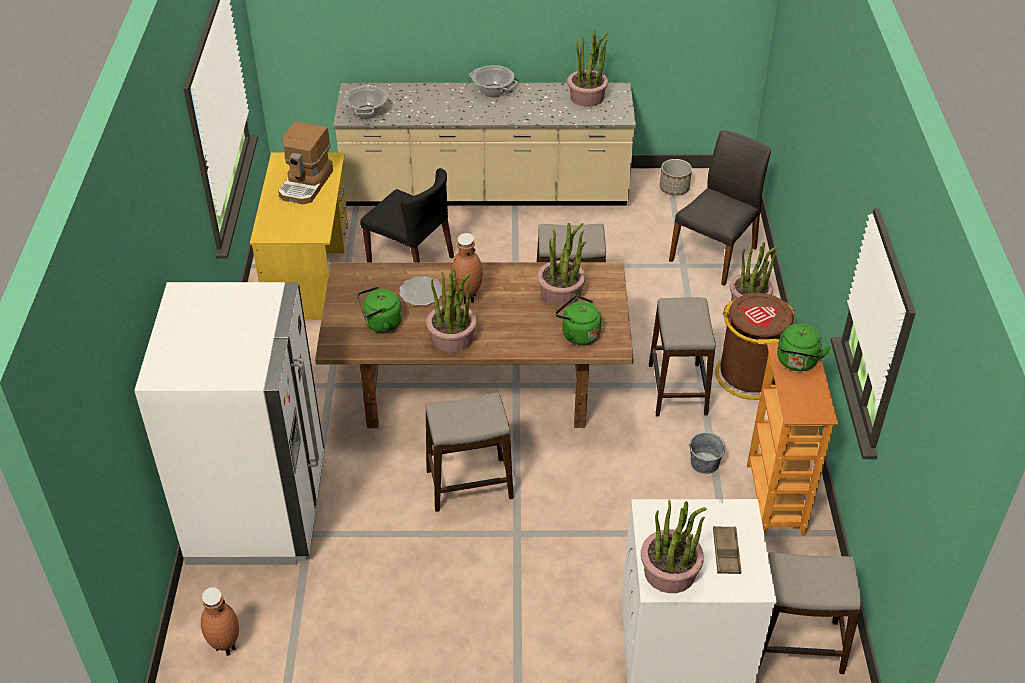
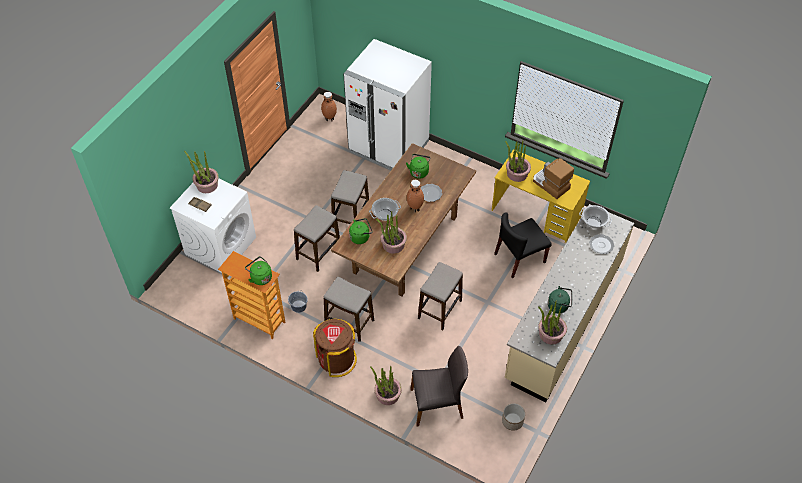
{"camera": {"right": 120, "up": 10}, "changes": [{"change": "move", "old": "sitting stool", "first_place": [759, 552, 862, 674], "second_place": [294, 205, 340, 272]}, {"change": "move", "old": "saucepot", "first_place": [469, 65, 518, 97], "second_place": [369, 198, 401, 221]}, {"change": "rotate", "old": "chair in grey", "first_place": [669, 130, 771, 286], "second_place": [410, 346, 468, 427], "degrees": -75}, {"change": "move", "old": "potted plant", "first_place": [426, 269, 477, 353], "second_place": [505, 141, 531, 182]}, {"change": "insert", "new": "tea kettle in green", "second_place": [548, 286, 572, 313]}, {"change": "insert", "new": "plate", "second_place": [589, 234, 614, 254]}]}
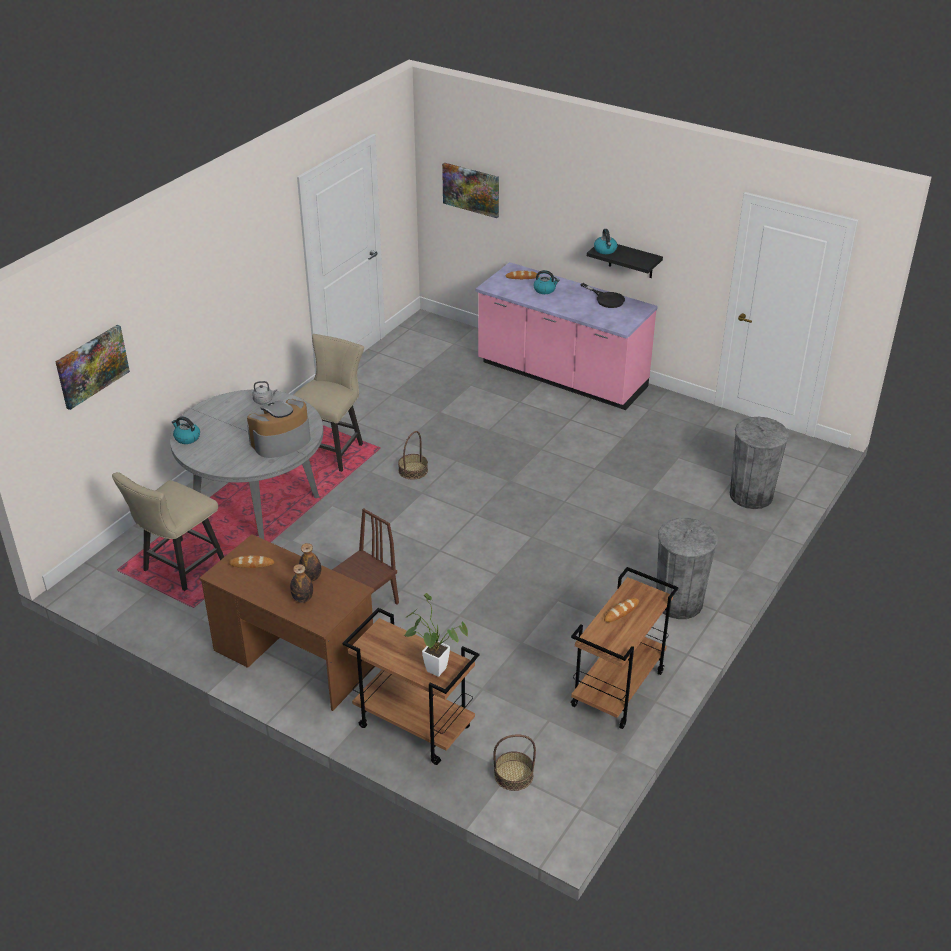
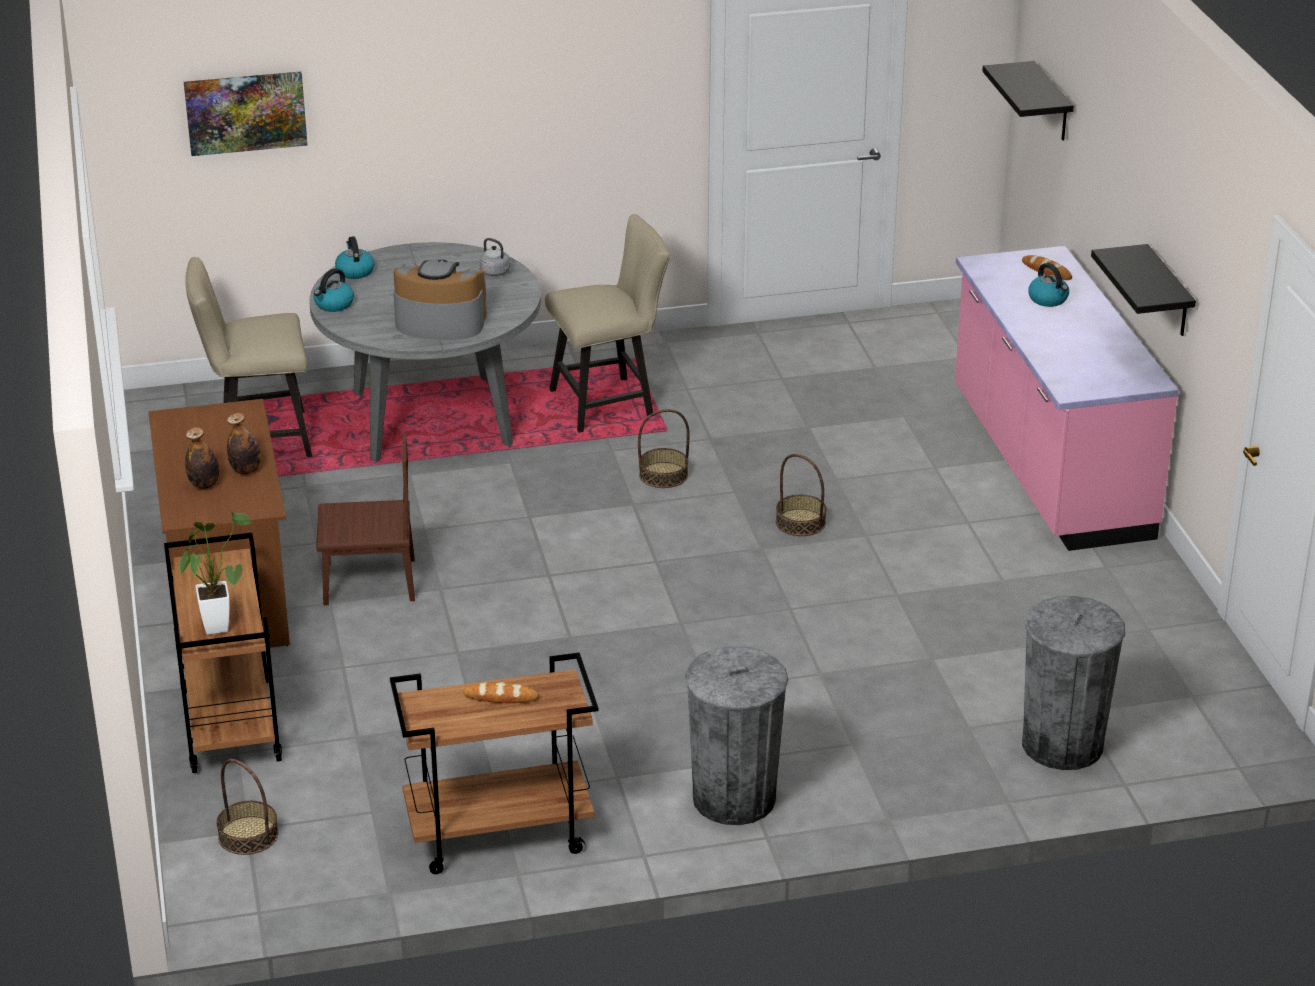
{"camera": {"right": 45, "up": -5}, "changes": [{"change": "move", "old": "tea kettle", "first_place": [594, 229, 617, 254], "second_place": [314, 269, 354, 312]}, {"change": "insert", "new": "household basket", "second_place": [776, 454, 827, 536]}, {"change": "replace", "old": "wall art", "new": "wall shelf in black-coloured", "first_place": [442, 162, 499, 218], "second_place": [982, 61, 1074, 140]}, {"change": "delete", "old": "bakery bread", "first_place": [229, 555, 274, 568]}, {"change": "delete", "old": "skillet in black-coloured", "first_place": [580, 283, 625, 308]}]}
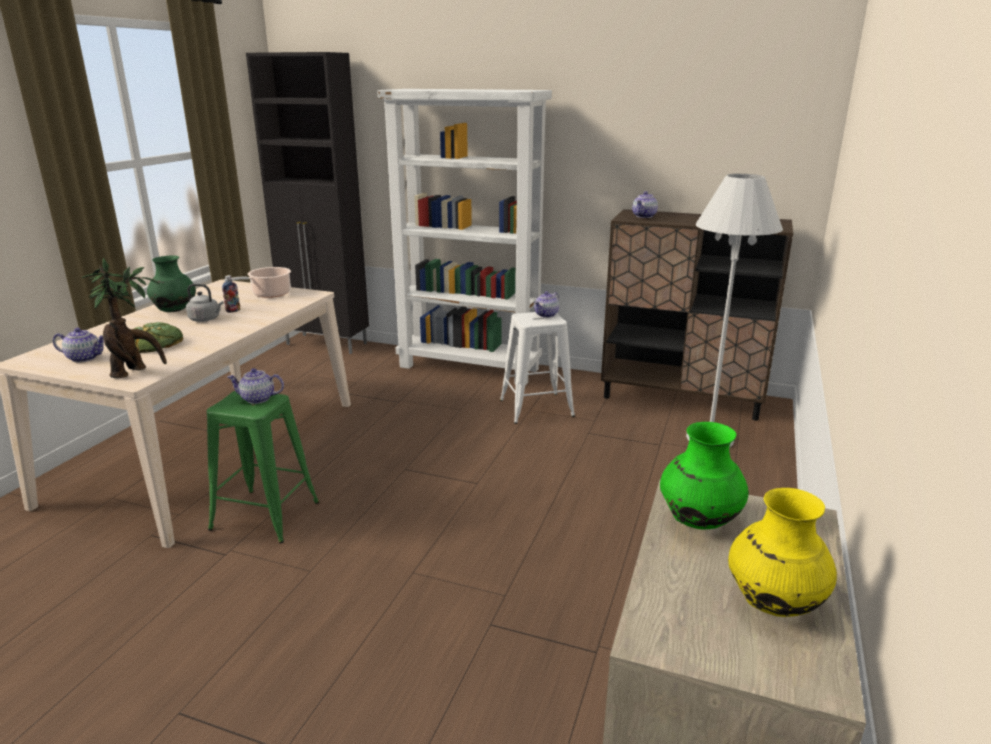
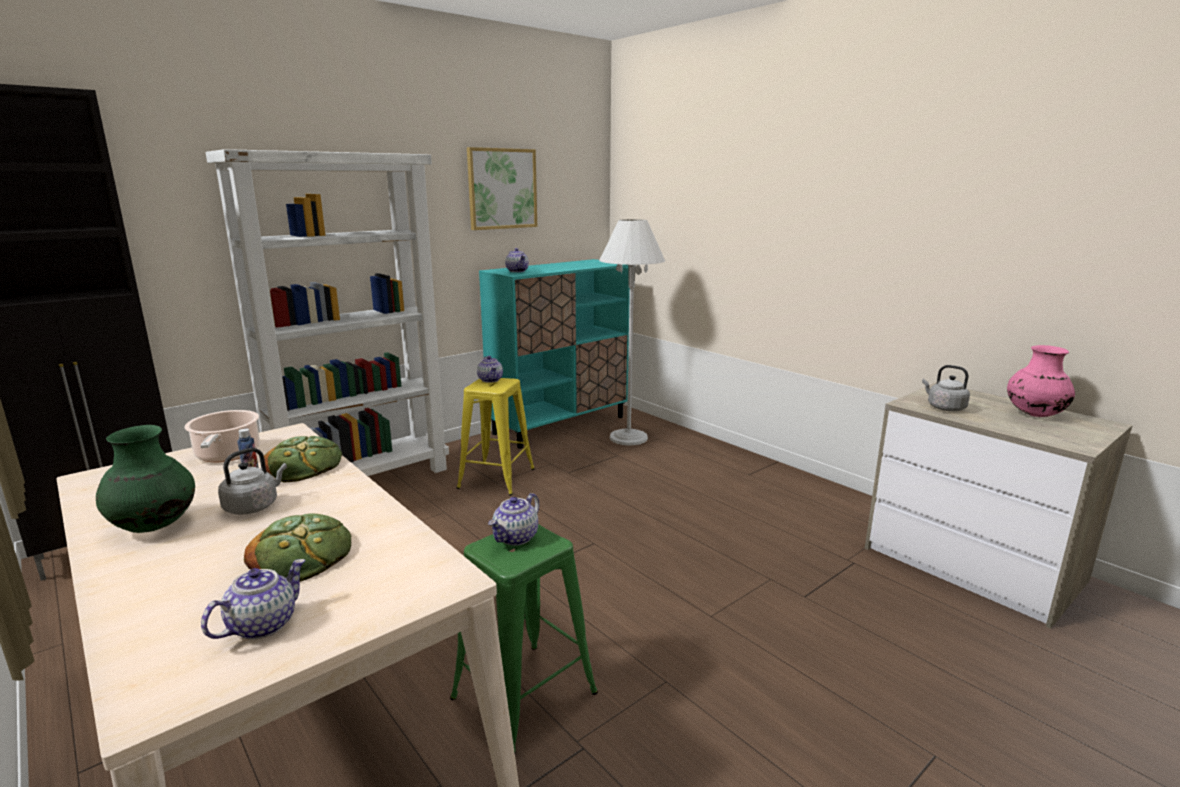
{"camera": {"right": -60, "up": -5}, "changes": [{"change": "insert", "new": "bakery bread", "second_place": [264, 436, 342, 482]}, {"change": "recolor", "old": "sitting stool in whitish", "new": "sitting stool in yellowish", "first_place": [500, 312, 575, 424], "second_place": [457, 378, 535, 496]}, {"change": "insert", "new": "wall art", "second_place": [467, 147, 537, 230]}, {"change": "recolor", "old": "storage cabinet in brown-coloured", "new": "storage cabinet in turquoise-coloured", "first_place": [601, 209, 793, 421], "second_place": [479, 259, 630, 448]}, {"change": "replace", "old": "vase in green", "new": "tea kettle in grey", "first_place": [660, 422, 748, 530], "second_place": [922, 365, 970, 411]}, {"change": "recolor", "old": "vase in yellowish", "new": "vase in pinkish", "first_place": [728, 488, 837, 617], "second_place": [1007, 345, 1075, 417]}, {"change": "delete", "old": "potted plant", "first_place": [82, 258, 167, 378]}]}
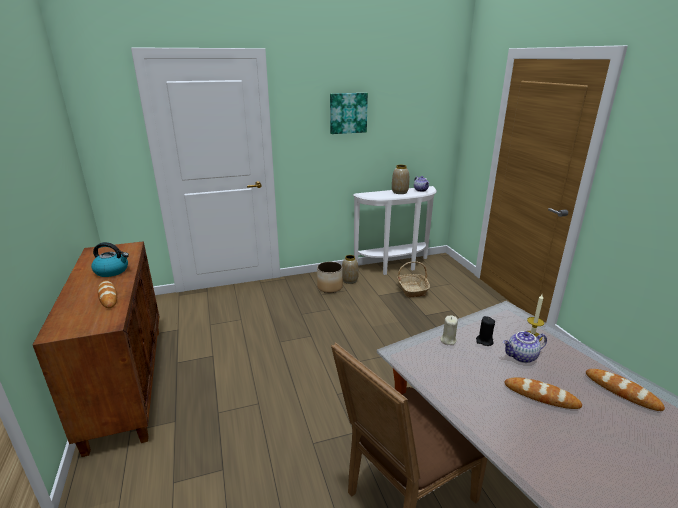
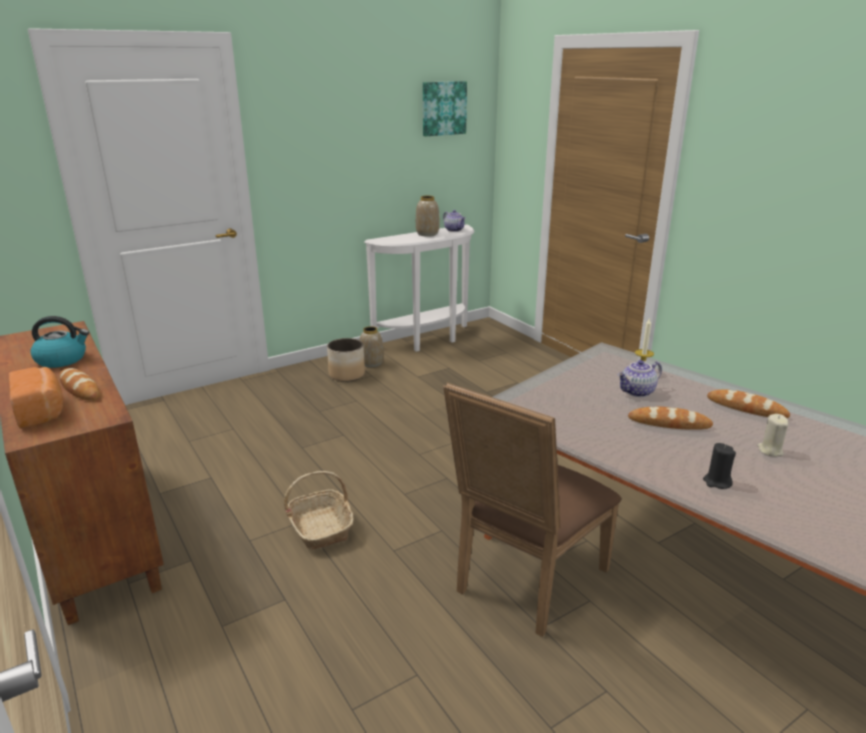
{"camera": {"right": -15, "up": 0}, "changes": [{"change": "insert", "new": "bakery bread", "second_place": [9, 367, 63, 428]}, {"change": "move", "old": "household basket", "first_place": [397, 261, 430, 297], "second_place": [284, 471, 354, 550]}, {"change": "move", "old": "wall art", "first_place": [330, 93, 368, 134], "second_place": [423, 81, 467, 136]}, {"change": "move", "old": "wax light in black-coloured", "first_place": [476, 316, 495, 346], "second_place": [703, 443, 736, 489]}, {"change": "move", "old": "wax light in beige", "first_place": [440, 316, 458, 345], "second_place": [757, 414, 789, 457]}]}
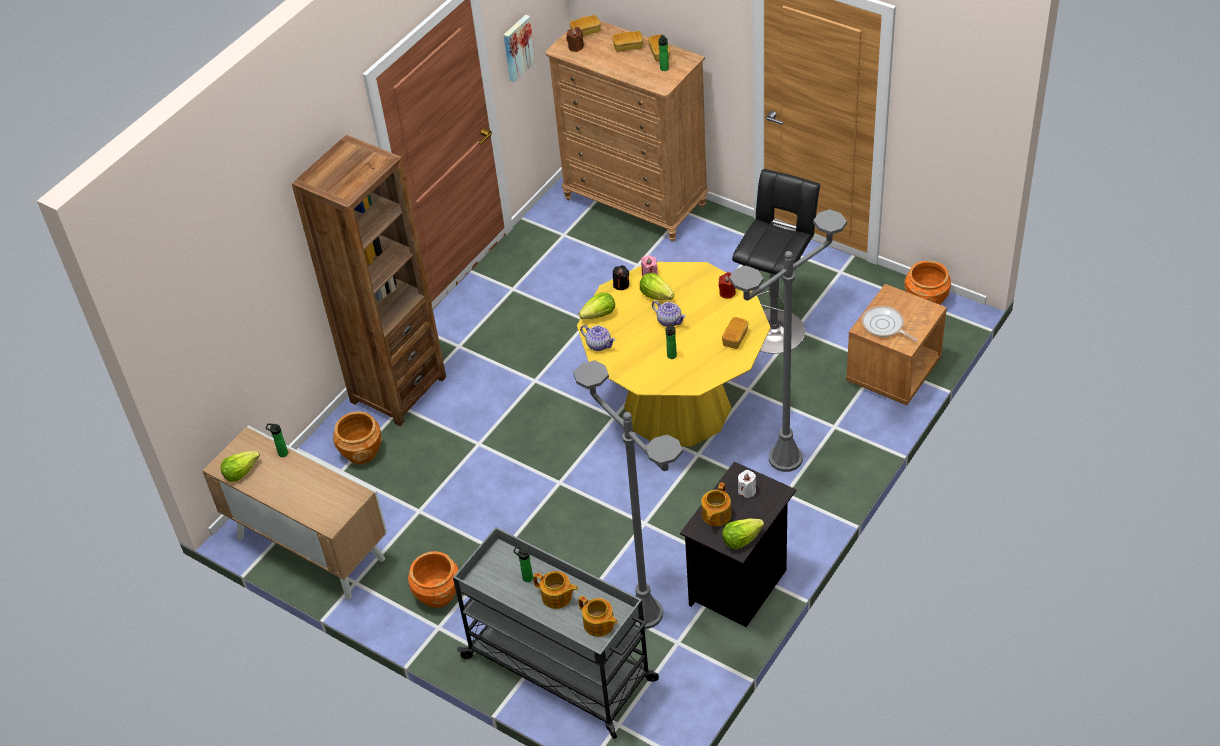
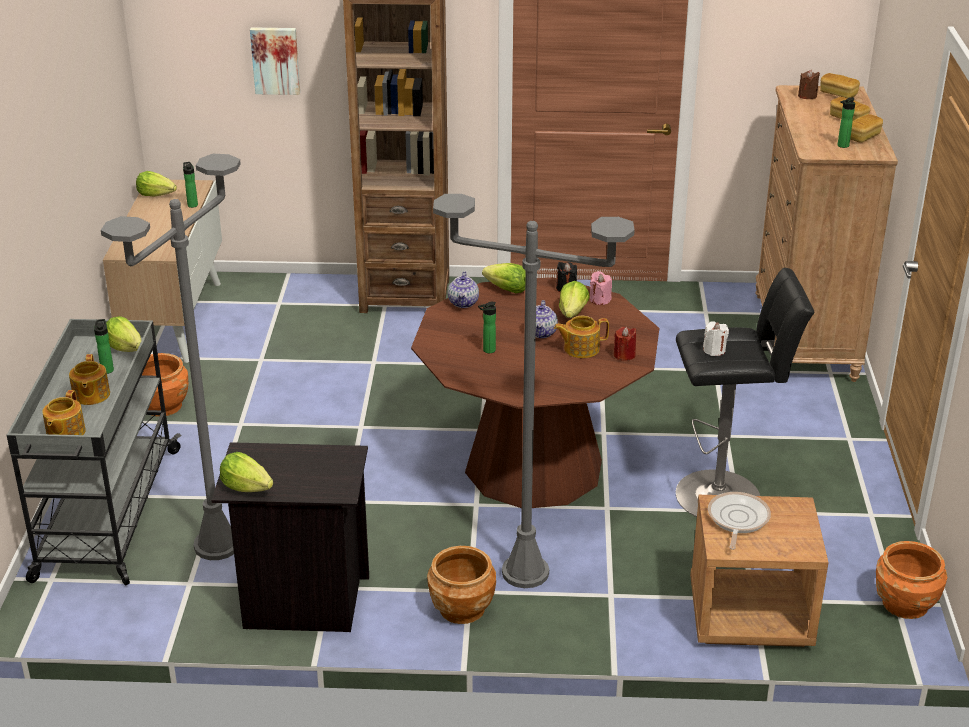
{"camera": {"right": 55, "up": -15}, "changes": [{"change": "insert", "new": "head of lettuce", "second_place": [106, 316, 141, 352]}, {"change": "move", "old": "wall art", "first_place": [504, 15, 536, 82], "second_place": [250, 27, 300, 95]}, {"change": "recolor", "old": "dinner table in yellowish", "new": "dinner table in brown-coloured", "first_place": [577, 262, 771, 447], "second_place": [411, 277, 659, 508]}, {"change": "move", "old": "flower pot in brown-coloured", "first_place": [333, 411, 382, 464], "second_place": [427, 546, 496, 624]}, {"change": "move", "old": "pot for tea", "first_place": [701, 482, 731, 526], "second_place": [554, 316, 609, 358]}, {"change": "move", "old": "wax light in whitish", "first_place": [738, 470, 756, 498], "second_place": [703, 321, 729, 356]}, {"change": "delete", "old": "bakery bread", "first_place": [722, 317, 749, 349]}]}
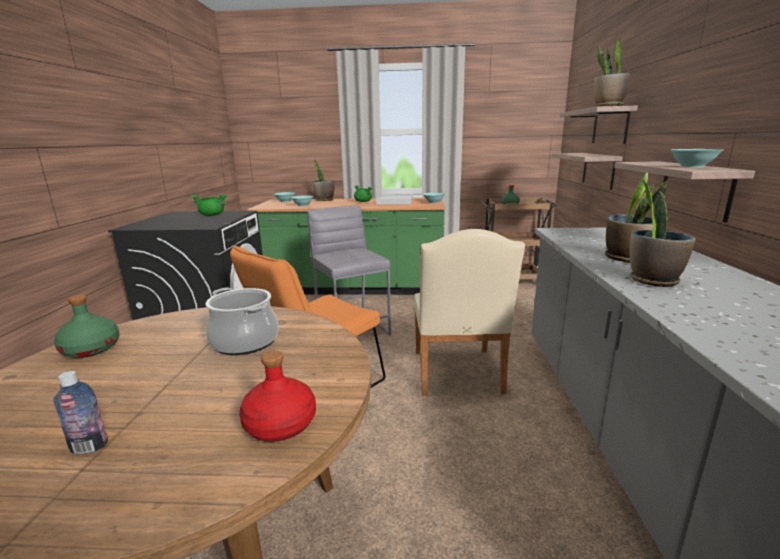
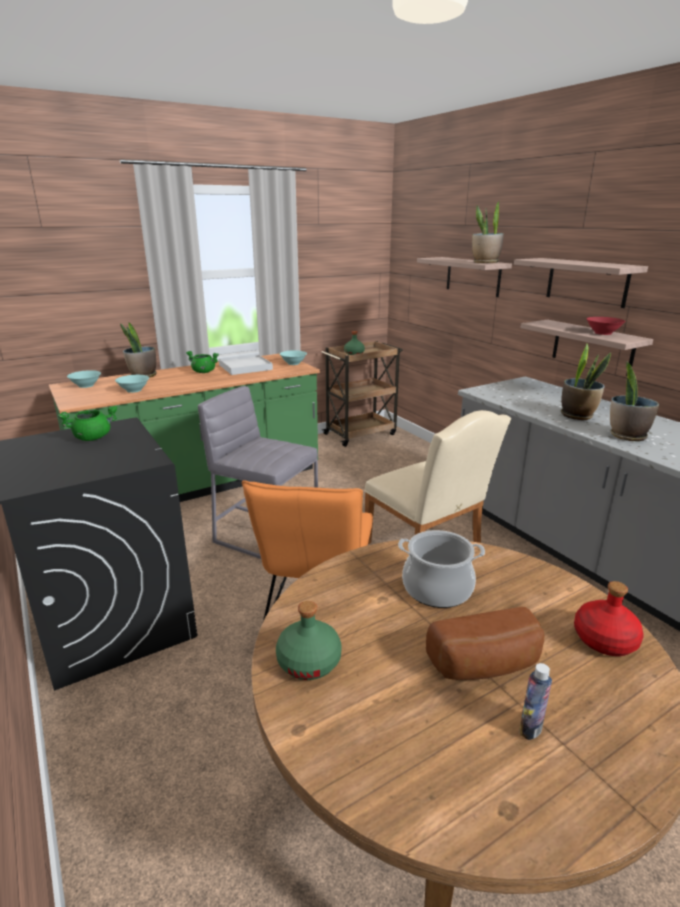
{"camera": {"right": -35, "up": 5}, "changes": [{"change": "insert", "new": "bakery bread", "second_place": [426, 607, 544, 680]}, {"change": "move", "old": "wall shelf", "first_place": [552, 153, 623, 190], "second_place": [514, 258, 648, 308]}, {"change": "recolor", "old": "deep dish in turquoise-coloured", "new": "deep dish in red", "first_place": [670, 149, 723, 168], "second_place": [586, 317, 626, 335]}]}
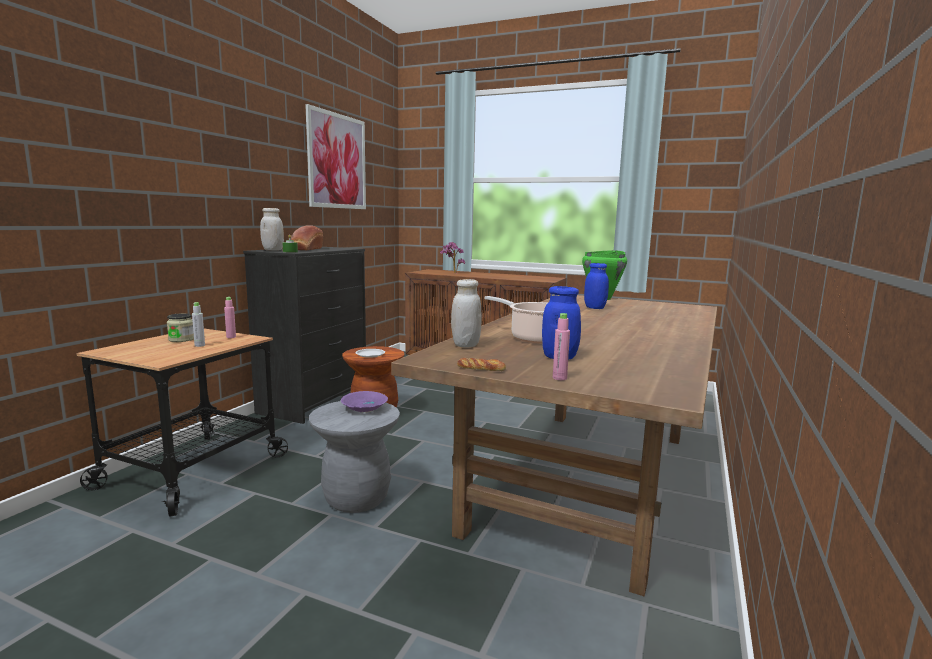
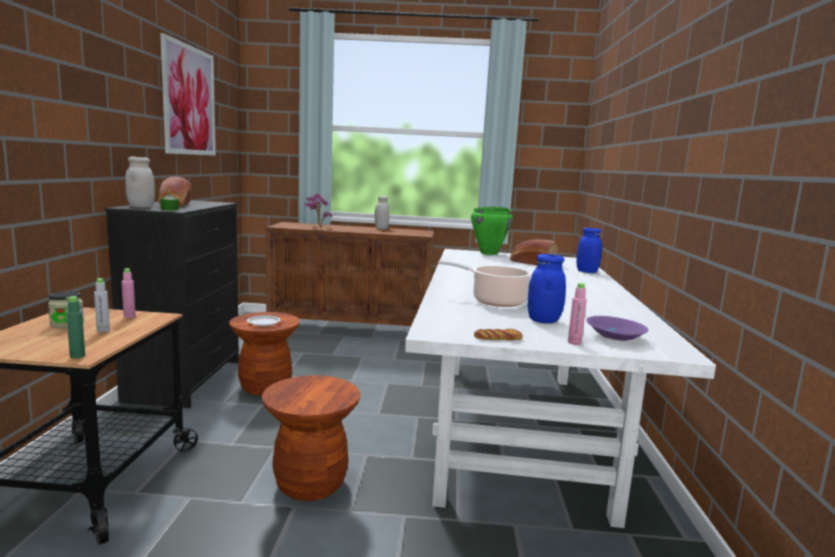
{"camera": {"right": -20, "up": 0}, "changes": [{"change": "insert", "new": "beverage bottle in green", "second_place": [66, 296, 85, 359]}, {"change": "recolor", "old": "sitting stool in grey", "new": "sitting stool in brown-coloured", "first_place": [309, 401, 400, 513], "second_place": [262, 375, 360, 501]}, {"change": "move", "old": "jar in whitish", "first_place": [451, 279, 482, 348], "second_place": [375, 196, 389, 229]}, {"change": "recolor", "old": "dinner table in brown-coloured", "new": "dinner table in whitish", "first_place": [391, 295, 717, 596], "second_place": [405, 249, 716, 528]}, {"change": "insert", "new": "bakery bread", "second_place": [510, 239, 559, 265]}, {"change": "move", "old": "jar in blue-coloured", "first_place": [584, 263, 609, 309], "second_place": [576, 228, 602, 273]}, {"change": "move", "old": "deep dish in purple", "first_place": [341, 391, 388, 412], "second_place": [586, 316, 648, 341]}]}
